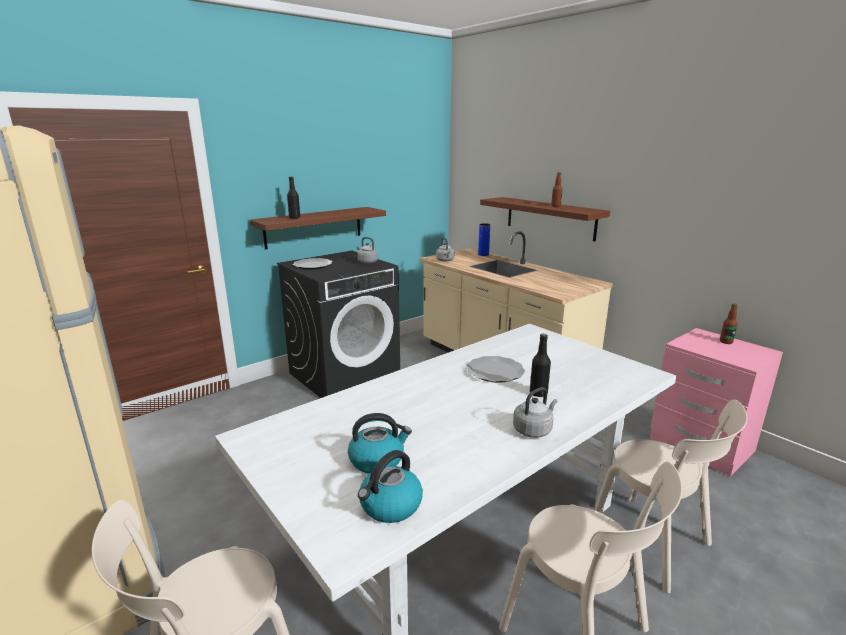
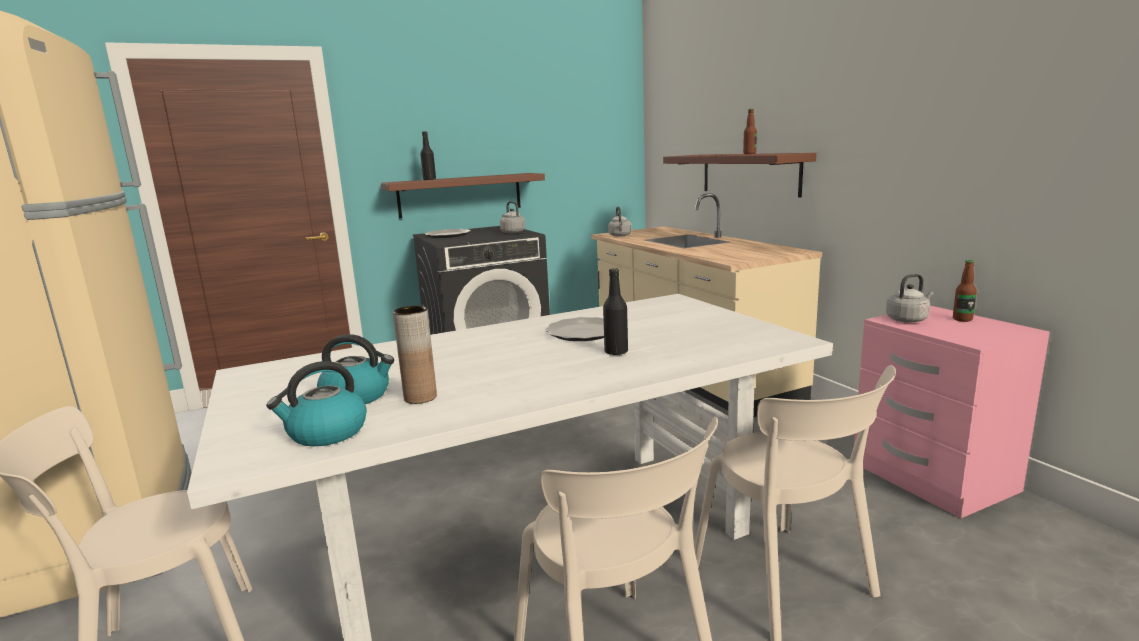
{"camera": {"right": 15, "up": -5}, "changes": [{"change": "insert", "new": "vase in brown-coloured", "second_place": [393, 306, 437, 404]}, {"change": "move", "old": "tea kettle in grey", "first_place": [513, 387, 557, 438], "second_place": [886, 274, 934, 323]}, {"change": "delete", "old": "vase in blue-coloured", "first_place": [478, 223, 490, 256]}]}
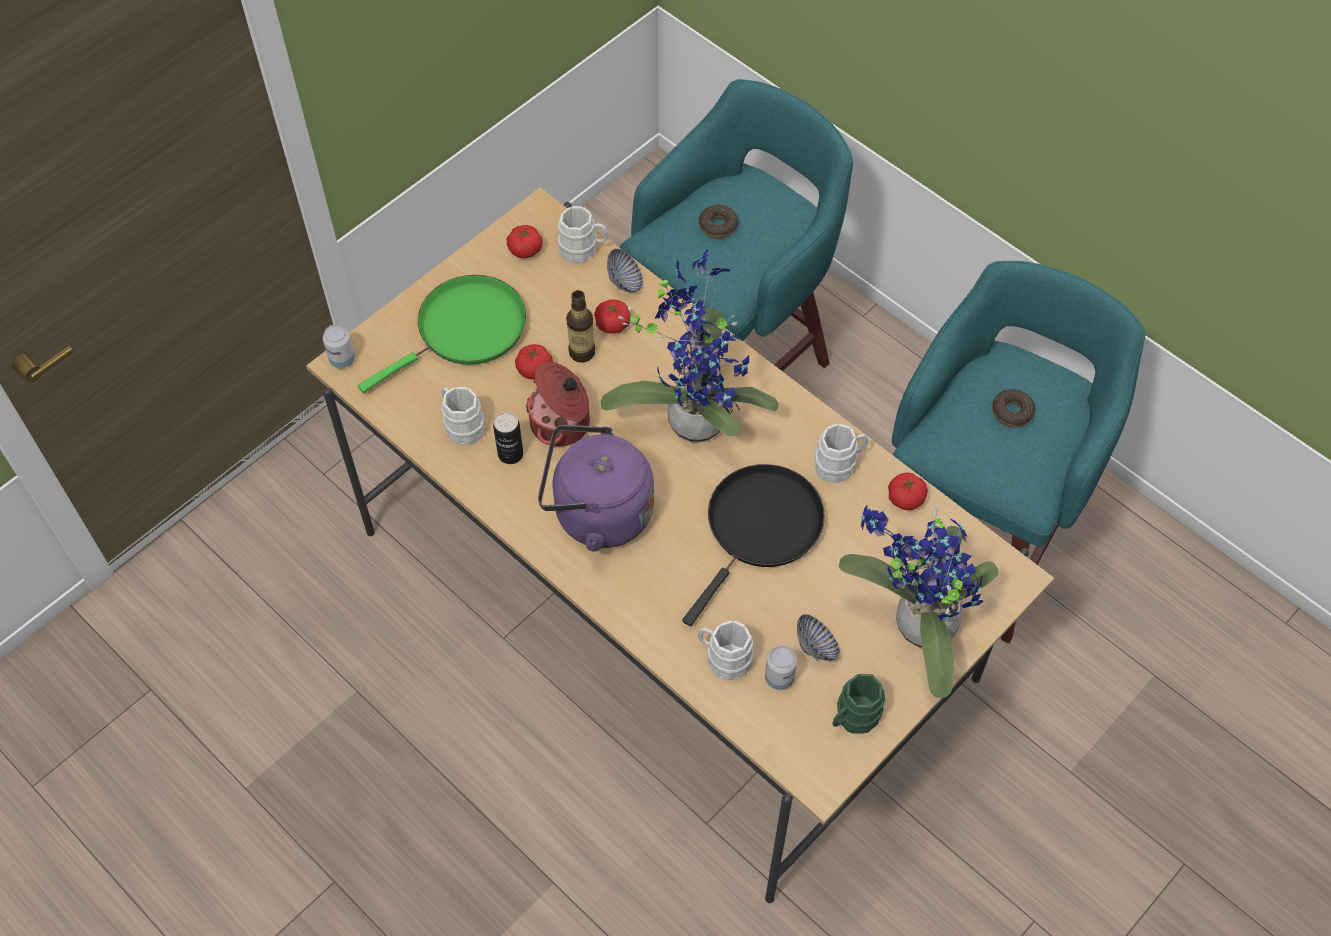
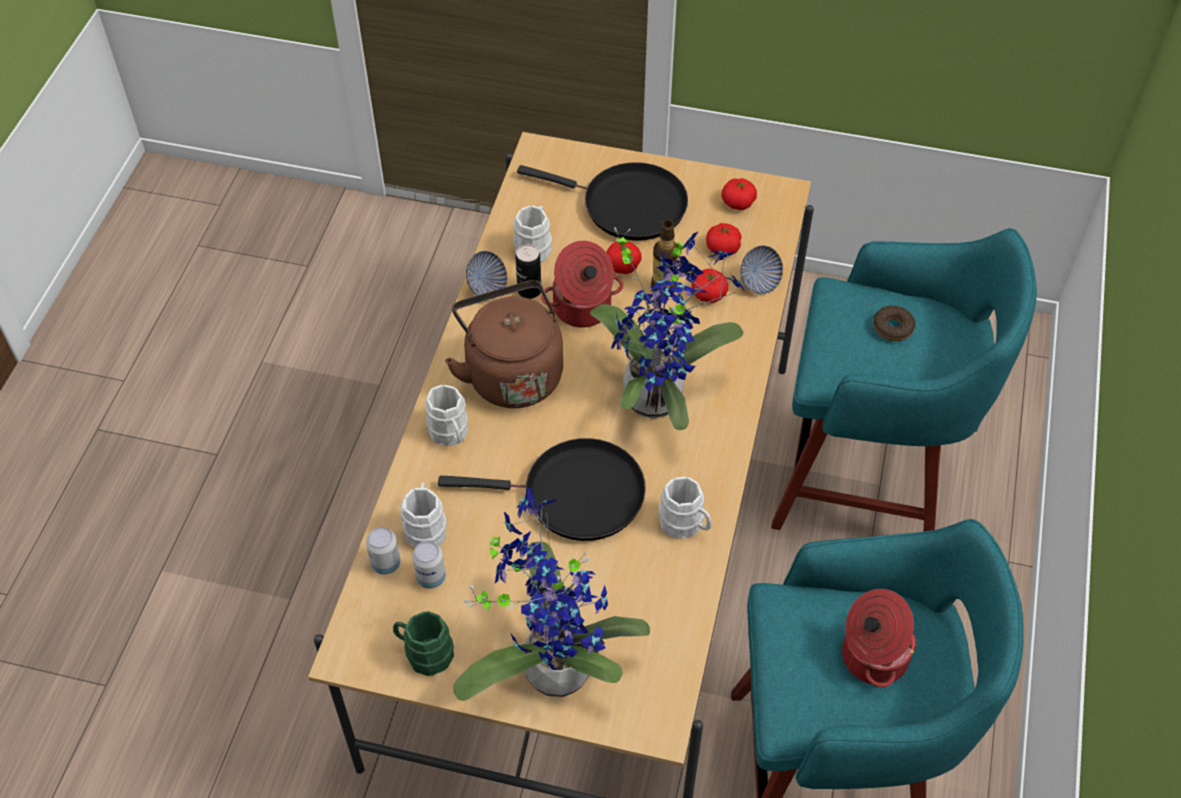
{"camera": {"right": 60, "up": -5}, "changes": [{"change": "move", "old": "metal can", "first_place": [323, 324, 355, 368], "second_place": [366, 527, 400, 575]}, {"change": "move", "old": "coffee mug in whitish", "first_place": [558, 206, 608, 263], "second_place": [425, 385, 468, 446]}, {"change": "recolor", "old": "tea kettle in purple", "new": "tea kettle in brown-coloured", "first_place": [538, 425, 654, 552], "second_place": [445, 280, 563, 408]}, {"change": "move", "old": "deep dish", "first_place": [797, 614, 840, 661], "second_place": [466, 251, 507, 295]}, {"change": "recolor", "old": "skillet in green", "new": "skillet in black-coloured", "first_place": [358, 275, 526, 393], "second_place": [517, 162, 688, 241]}, {"change": "move", "old": "fresh tomato", "first_place": [888, 472, 928, 510], "second_place": [706, 223, 741, 255]}, {"change": "replace", "old": "ring doughnut", "new": "saucepot", "first_place": [992, 389, 1035, 427], "second_place": [842, 589, 917, 687]}]}
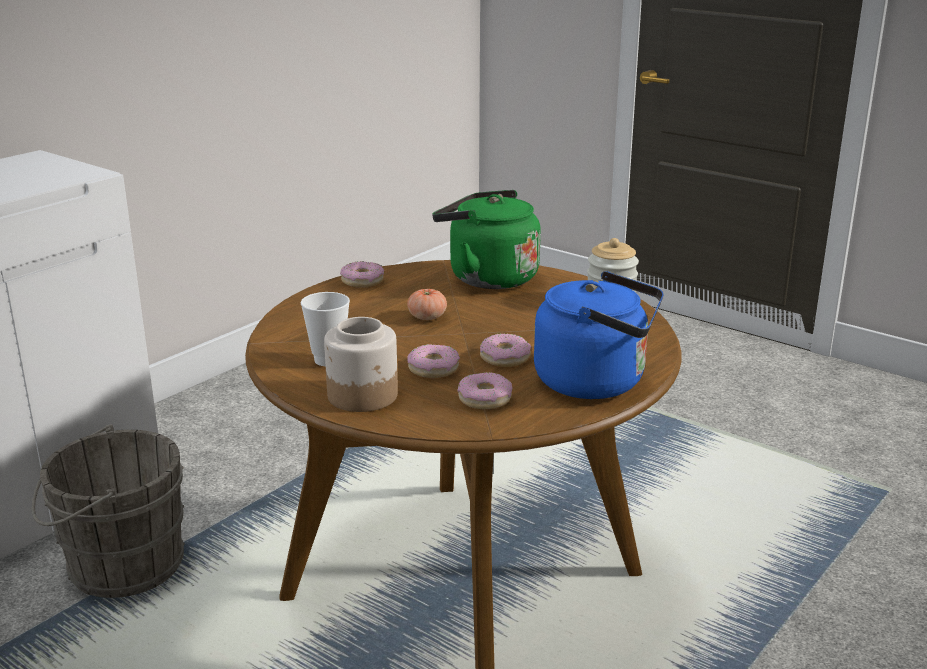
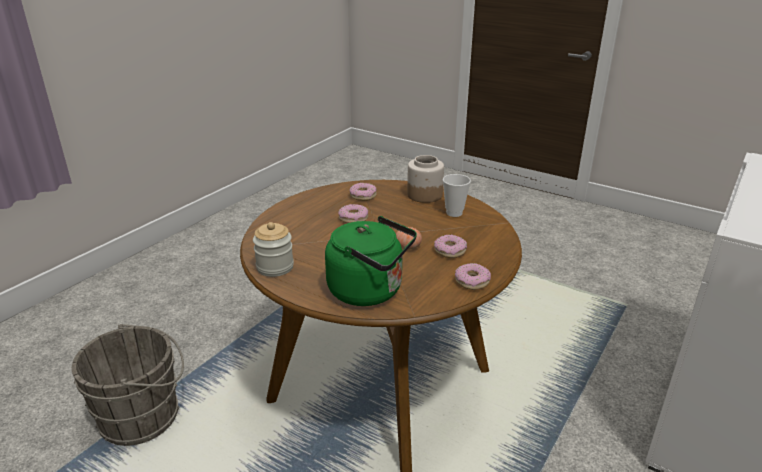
{"camera": {"right": 175, "up": 5}, "changes": [{"change": "move", "old": "bucket in grey", "first_place": [32, 424, 185, 598], "second_place": [72, 324, 184, 446]}, {"change": "move", "old": "ring doughnut", "first_place": [408, 344, 460, 378], "second_place": [434, 234, 467, 258]}, {"change": "delete", "old": "tea kettle in blue-coloured", "first_place": [534, 271, 664, 399]}]}
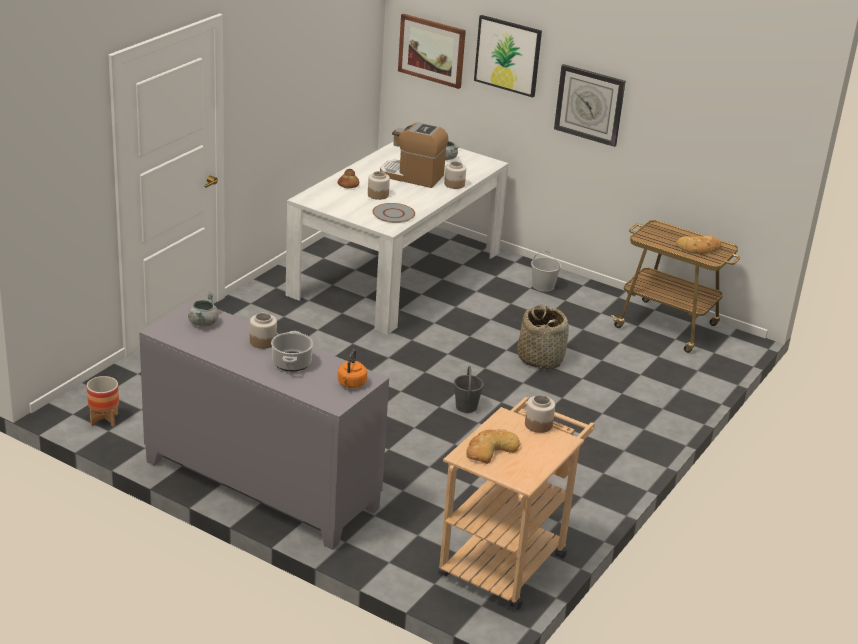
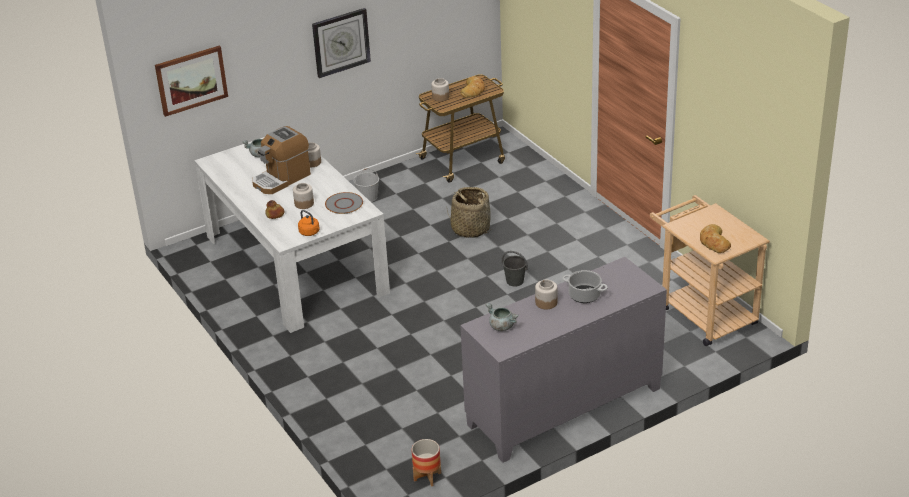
{"camera": {"right": -60, "up": 5}, "changes": [{"change": "move", "old": "tea kettle in orange-coloured", "first_place": [338, 350, 367, 388], "second_place": [298, 210, 320, 236]}, {"change": "move", "old": "jar", "first_place": [525, 395, 555, 433], "second_place": [431, 78, 449, 101]}, {"change": "delete", "old": "wall art", "first_place": [474, 15, 542, 97]}]}
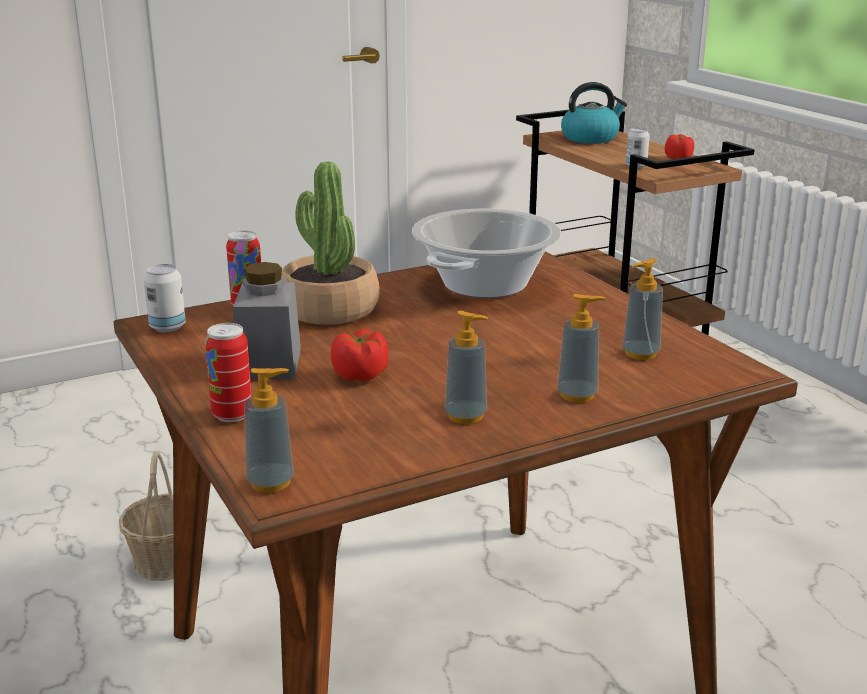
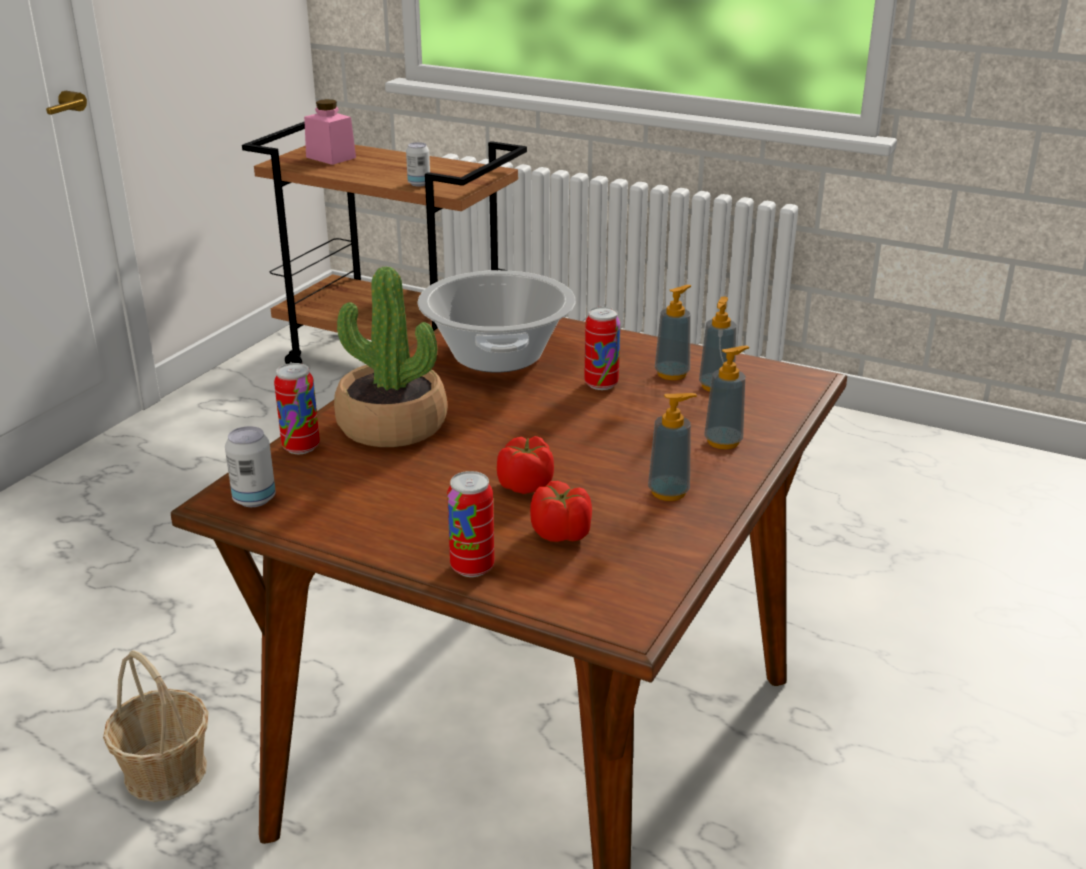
{"camera": {"right": -35, "up": 5}, "changes": [{"change": "replace", "old": "tea kettle", "new": "jar in pinkish", "first_place": [561, 82, 627, 144], "second_place": [304, 99, 356, 165]}, {"change": "move", "old": "fresh tomato", "first_place": [665, 134, 694, 159], "second_place": [530, 481, 592, 542]}, {"change": "insert", "new": "metal can", "second_place": [584, 307, 620, 390]}, {"change": "move", "old": "liquid soap bottle", "first_place": [244, 368, 294, 493], "second_place": [655, 285, 691, 380]}, {"change": "delete", "old": "jar in grey", "first_place": [233, 262, 301, 379]}]}
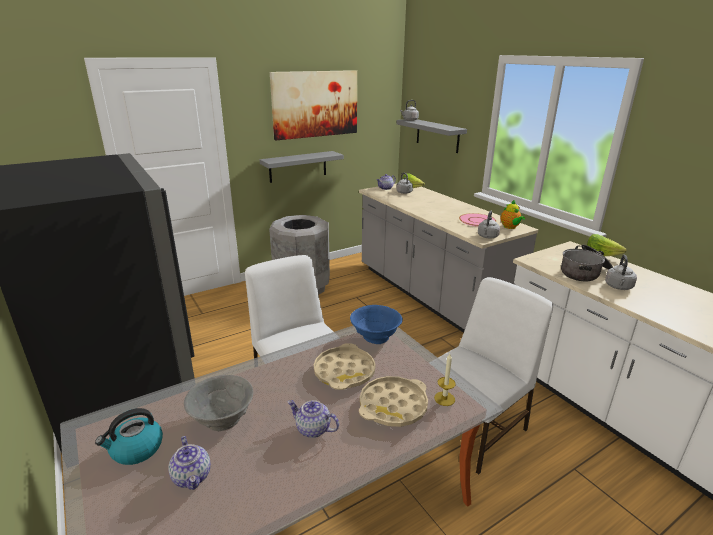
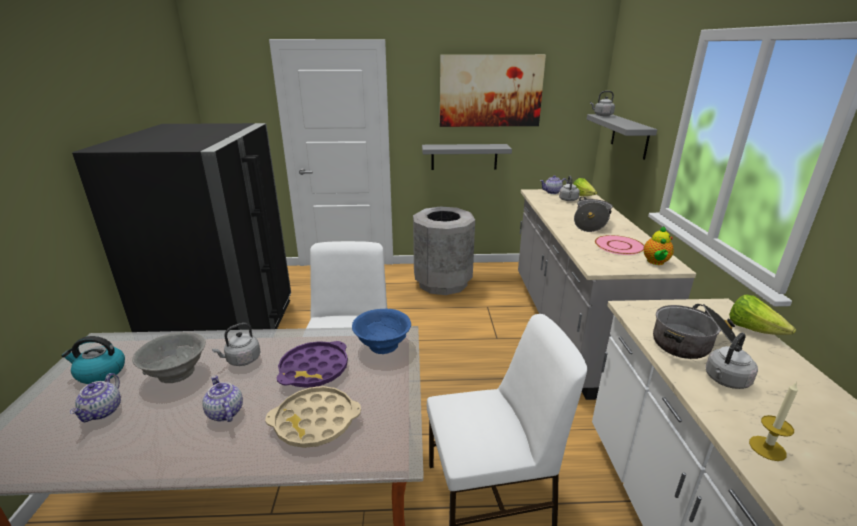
{"camera": {"right": 30, "up": 0}, "changes": [{"change": "move", "old": "tea kettle in grey", "first_place": [478, 211, 500, 239], "second_place": [212, 323, 261, 366]}, {"change": "recolor", "old": "tray in beige", "new": "tray in purple", "first_place": [314, 343, 376, 390], "second_place": [277, 341, 348, 388]}, {"change": "insert", "new": "saucepot", "second_place": [574, 197, 613, 232]}, {"change": "move", "old": "wax light", "first_place": [434, 354, 456, 406], "second_place": [749, 381, 798, 461]}]}
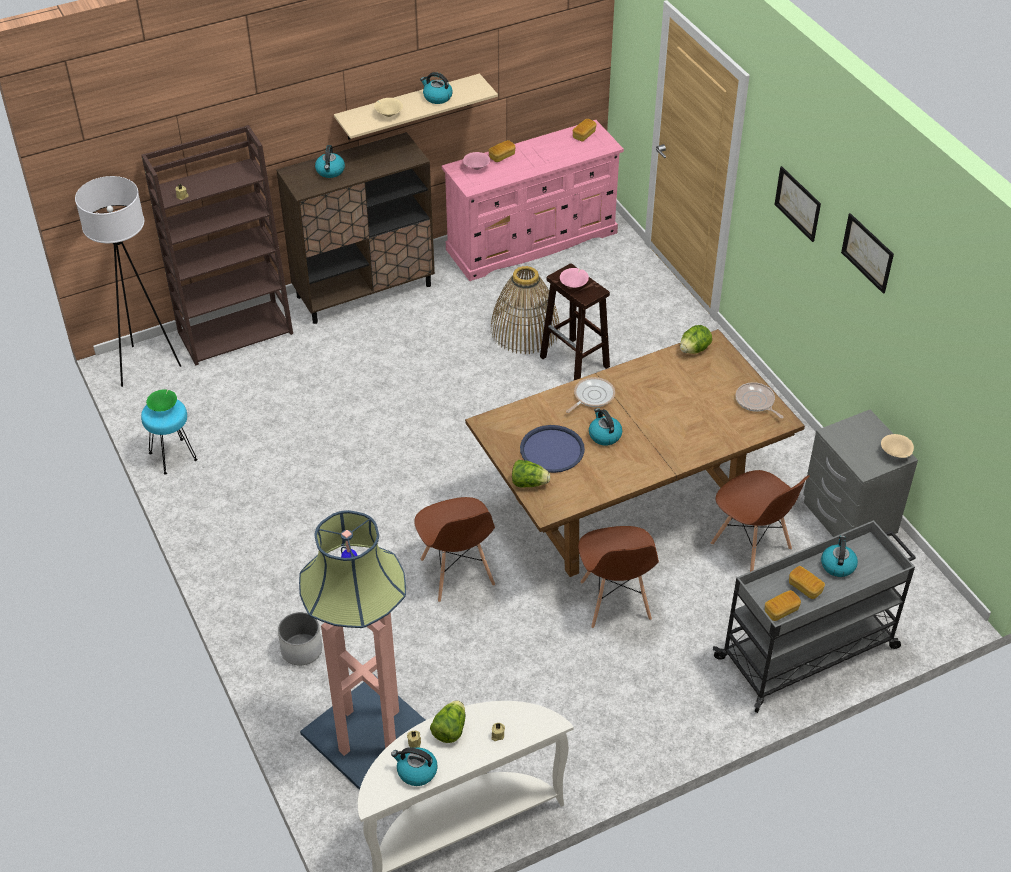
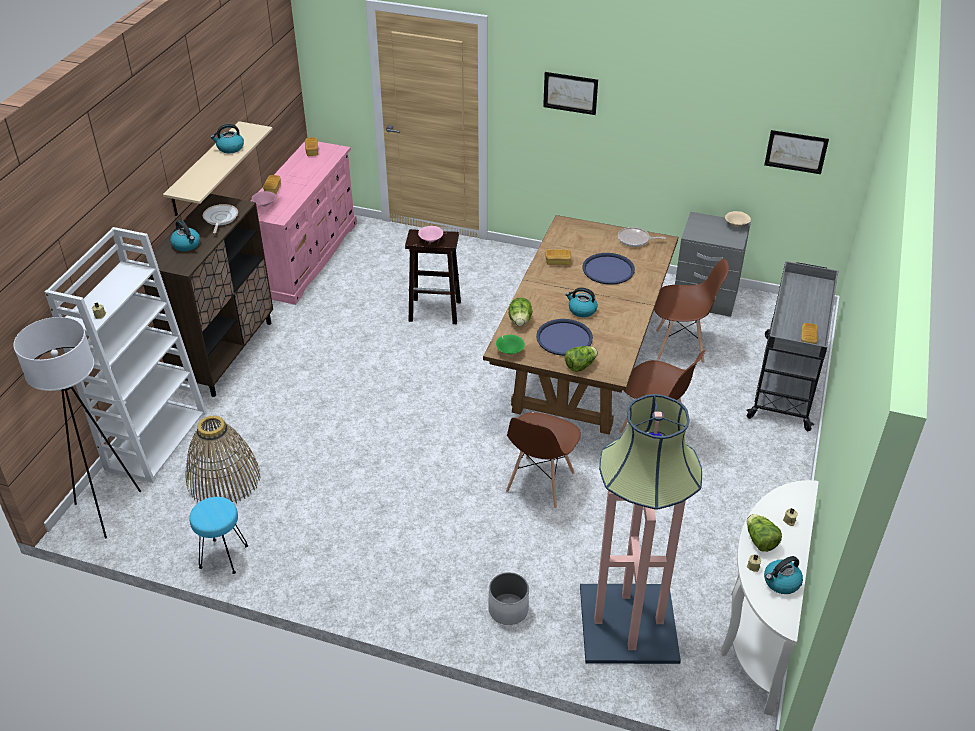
{"camera": {"right": -45, "up": -5}, "changes": [{"change": "recolor", "old": "shelving unit in brown-coloured", "new": "shelving unit in whitish", "first_place": [141, 125, 293, 366], "second_place": [45, 227, 207, 483]}, {"change": "move", "old": "household basket", "first_place": [491, 266, 560, 354], "second_place": [186, 415, 260, 504]}, {"change": "move", "old": "skillet", "first_place": [566, 377, 615, 413], "second_place": [203, 204, 238, 233]}, {"change": "move", "old": "deep dish in green", "first_place": [146, 389, 177, 412], "second_place": [496, 335, 525, 354]}, {"change": "rotate", "old": "chair in brown-coloured", "first_place": [414, 497, 495, 602], "second_place": [506, 412, 581, 508], "degrees": 90}, {"change": "move", "old": "head of lettuce", "first_place": [680, 325, 712, 354], "second_place": [509, 297, 533, 326]}, {"change": "move", "old": "bakery bread", "first_place": [789, 566, 825, 599], "second_place": [545, 249, 571, 265]}, {"change": "insert", "new": "tray in blue-coloured", "second_place": [583, 253, 635, 285]}, {"change": "move", "old": "wall art", "first_place": [841, 213, 894, 294], "second_place": [764, 130, 829, 174]}, {"change": "delete", "old": "deep dish in beige", "first_place": [374, 98, 403, 117]}, {"change": "delete", "old": "tea kettle", "first_place": [821, 535, 858, 577]}]}
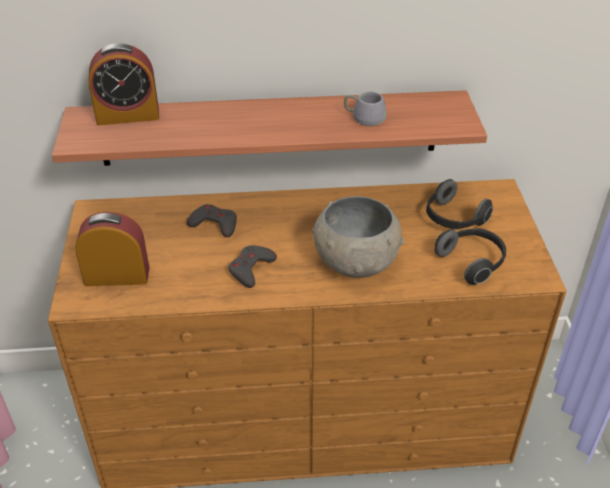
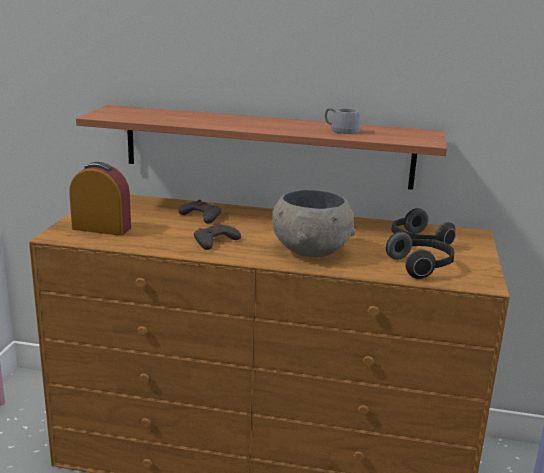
{"camera": {"right": 15, "up": -20}, "changes": [{"change": "delete", "old": "bedside clock", "first_place": [88, 43, 159, 125]}]}
